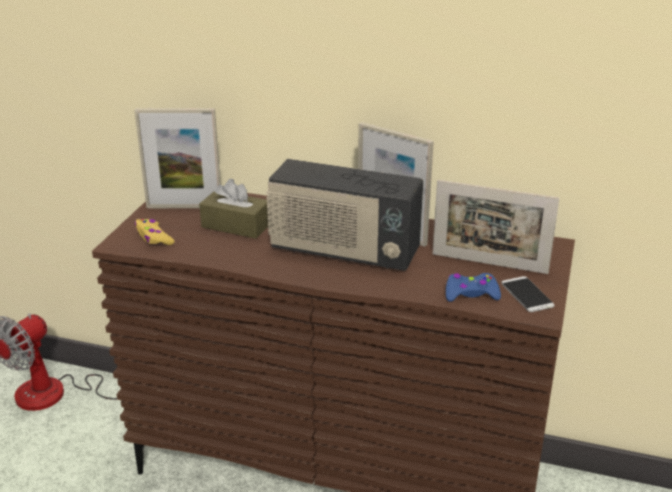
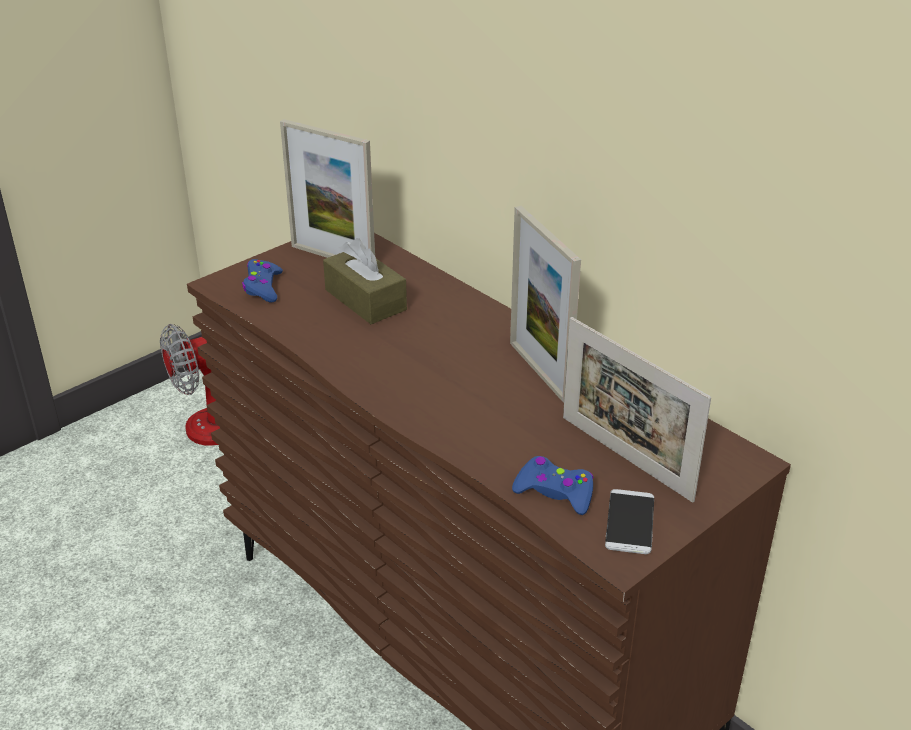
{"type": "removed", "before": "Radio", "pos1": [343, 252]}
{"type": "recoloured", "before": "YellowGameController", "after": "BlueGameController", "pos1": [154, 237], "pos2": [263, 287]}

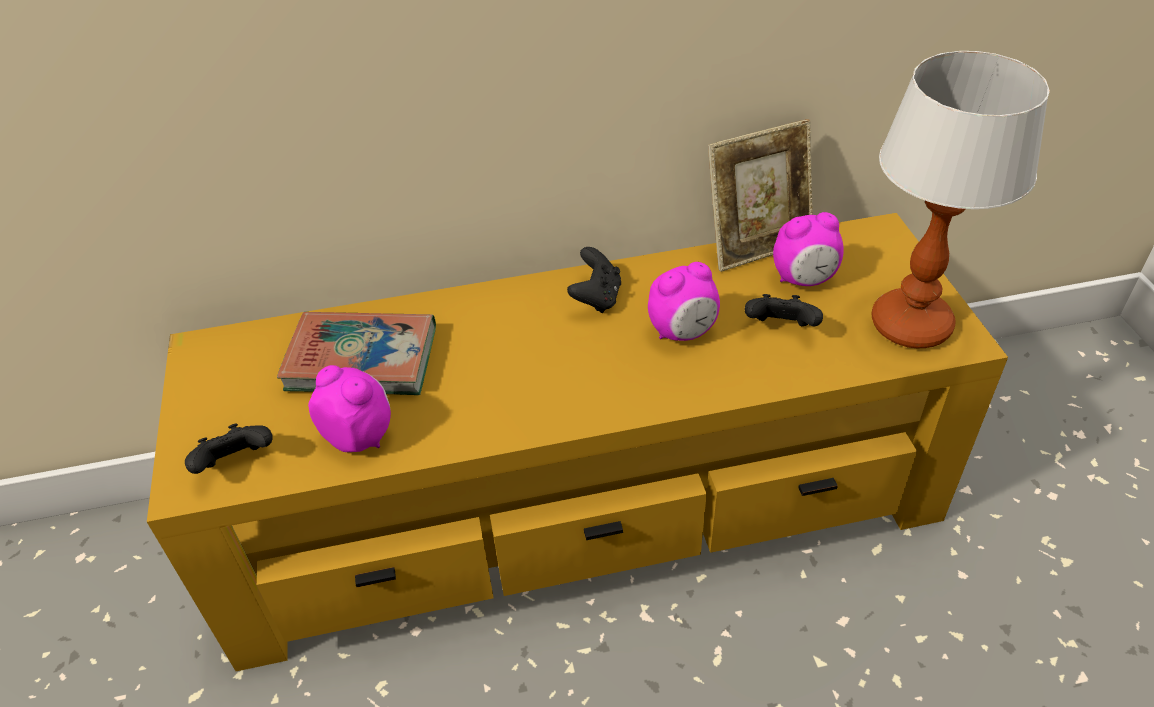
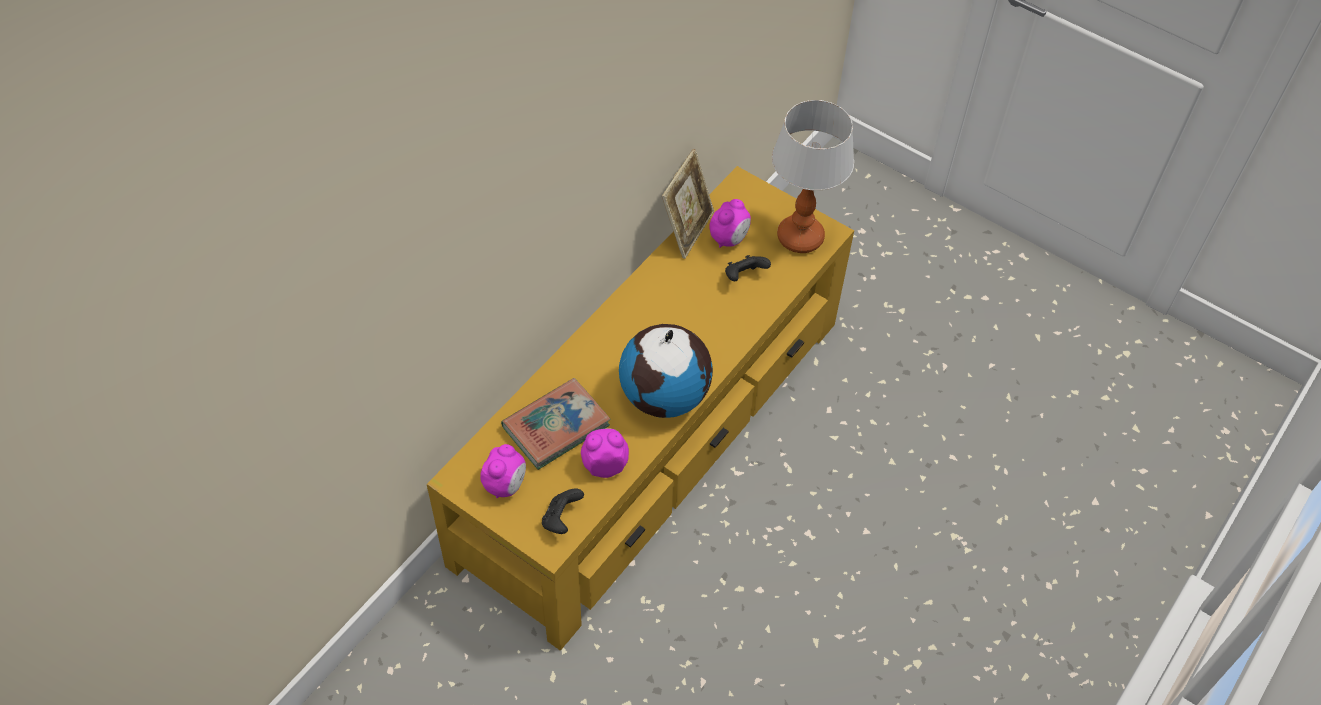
{"type": "removed", "before": "BlackGameController", "pos1": [596, 298]}
{"type": "added", "after": "Globe", "pos2": [665, 396]}
{"type": "moved", "before": "AlarmClock", "pos1": [683, 332], "pos2": [505, 485]}

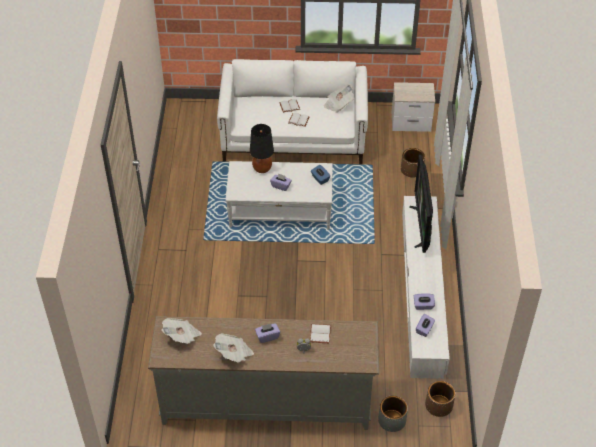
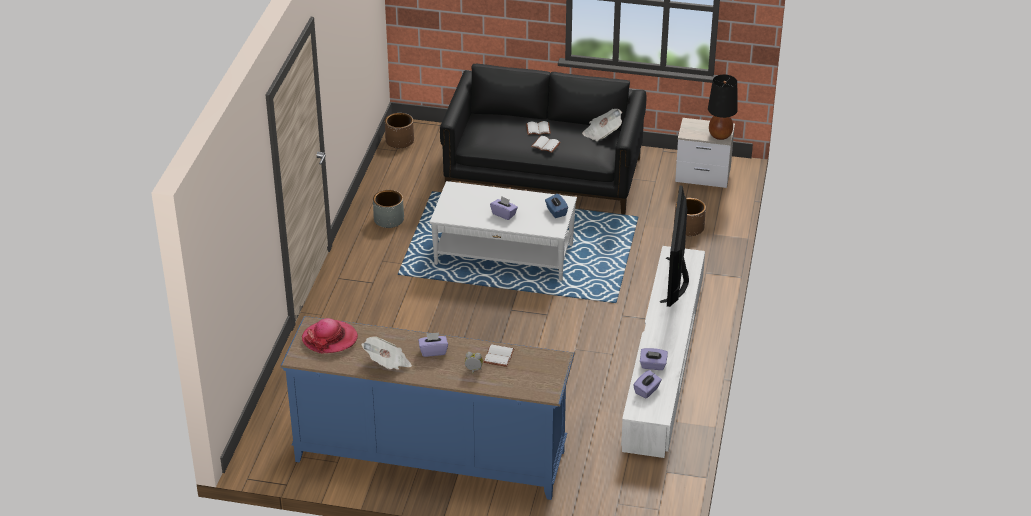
{"type": "moved", "before": "BlackTableLamp", "pos1": [262, 169], "pos2": [720, 135]}
{"type": "moved", "before": "GreyPlanter", "pos1": [392, 420], "pos2": [389, 219]}
{"type": "moved", "before": "BrownPlanter", "pos1": [438, 405], "pos2": [399, 141]}
{"type": "replaced", "before": "Newspaper", "after": "Hat", "pos1": [182, 336], "pos2": [330, 339]}
{"type": "recoloured", "before": "GreyCabinet", "after": "BlueCabinet", "pos1": [266, 402], "pos2": [430, 454]}
{"type": "recoloured", "before": "WhiteSofa", "after": "BlackSofa", "pos1": [293, 137], "pos2": [543, 176]}

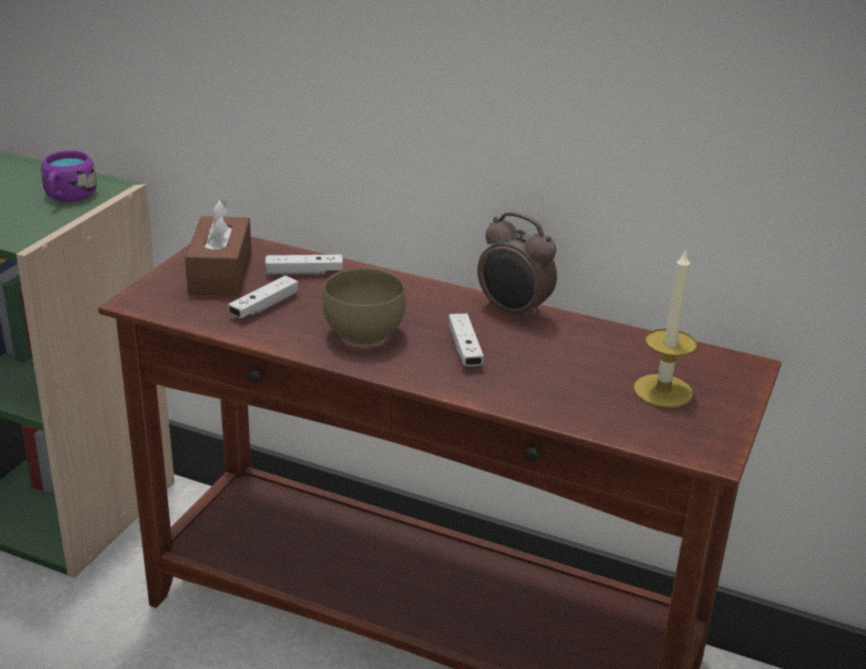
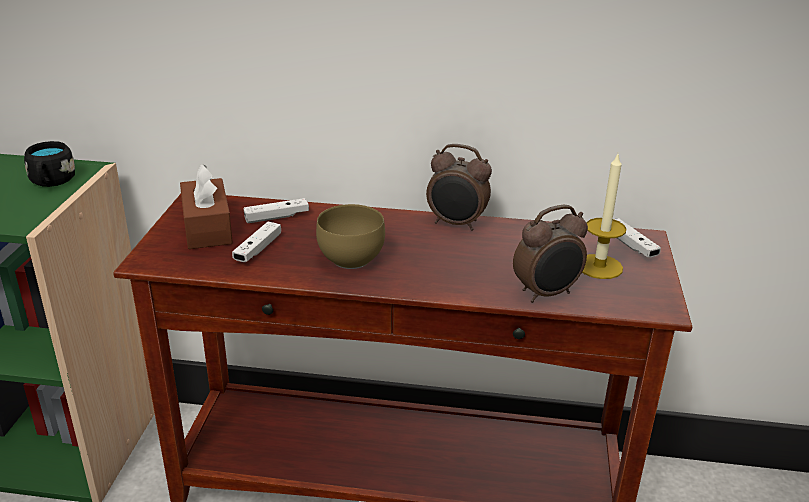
{"type": "added", "after": "AlarmClock", "pos2": [547, 294]}
{"type": "moved", "before": "WhiteGameController", "pos1": [464, 349], "pos2": [631, 245]}
{"type": "recoloured", "before": "PurpleMug", "after": "BlackMug", "pos1": [68, 197], "pos2": [51, 182]}

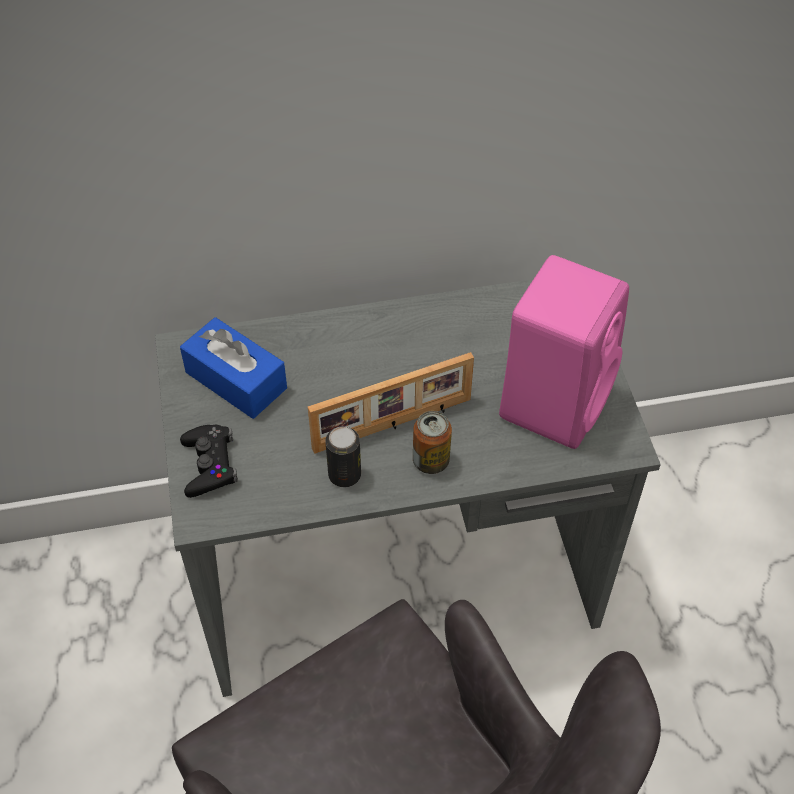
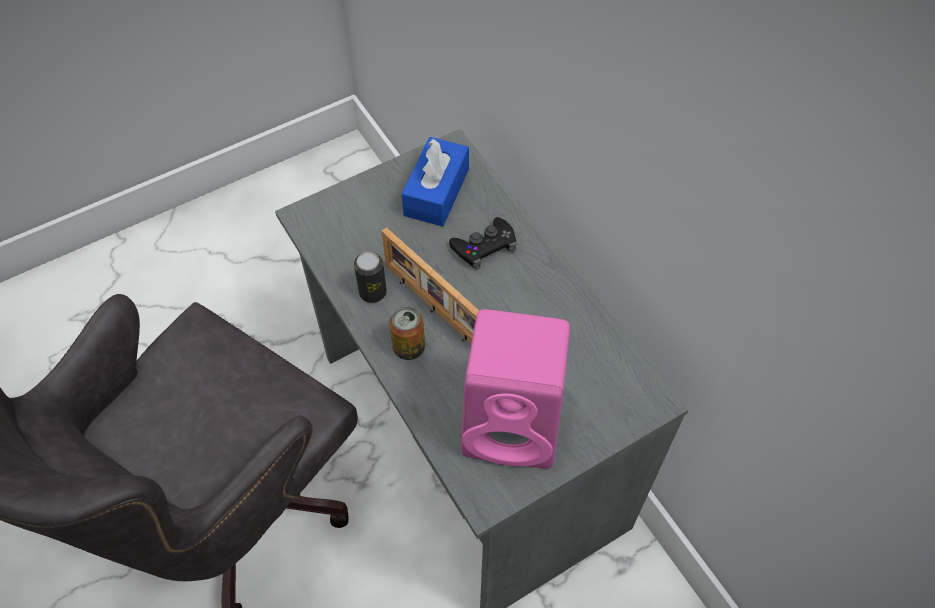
{"type": "moved", "before": "BlackGameController", "pos1": [209, 465], "pos2": [484, 247]}

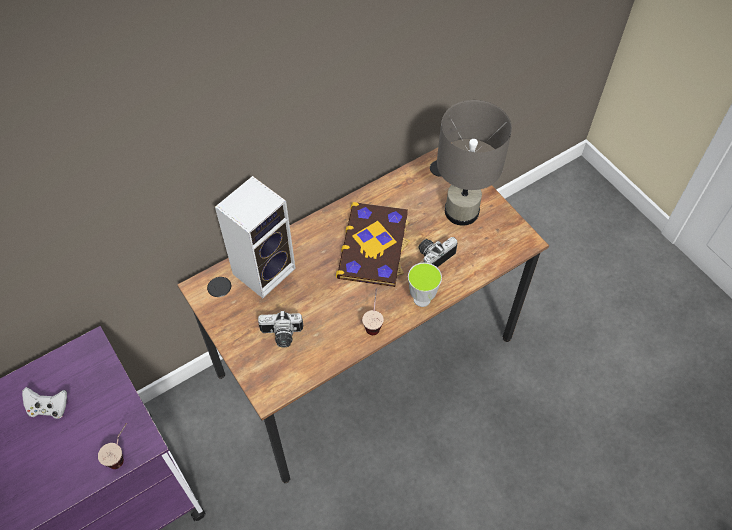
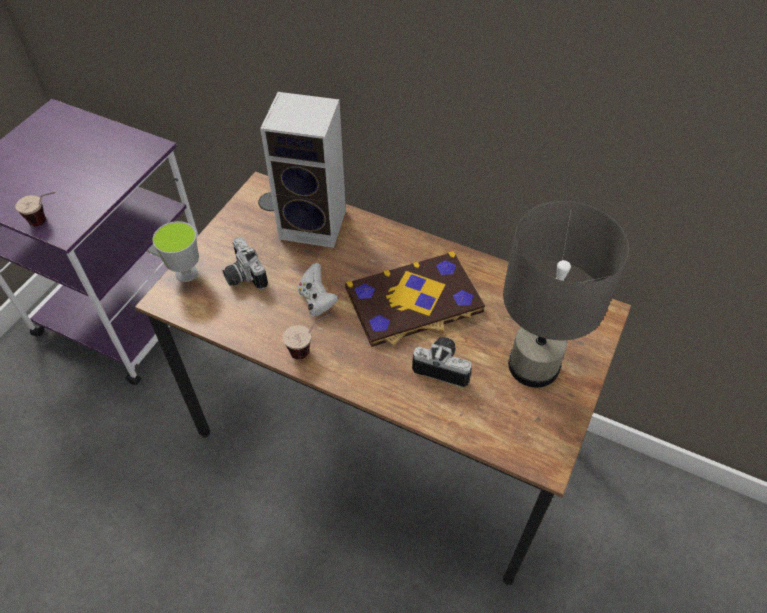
{"type": "moved", "before": "WhiteGameController", "pos1": [49, 408], "pos2": [317, 300]}
{"type": "moved", "before": "Cup", "pos1": [422, 299], "pos2": [186, 273]}

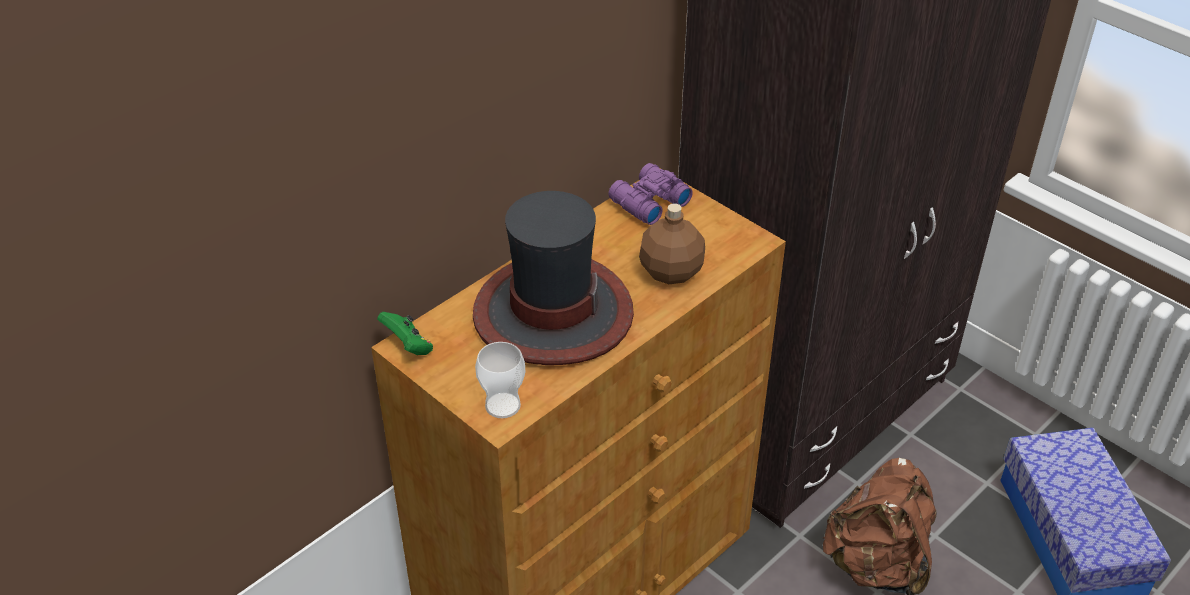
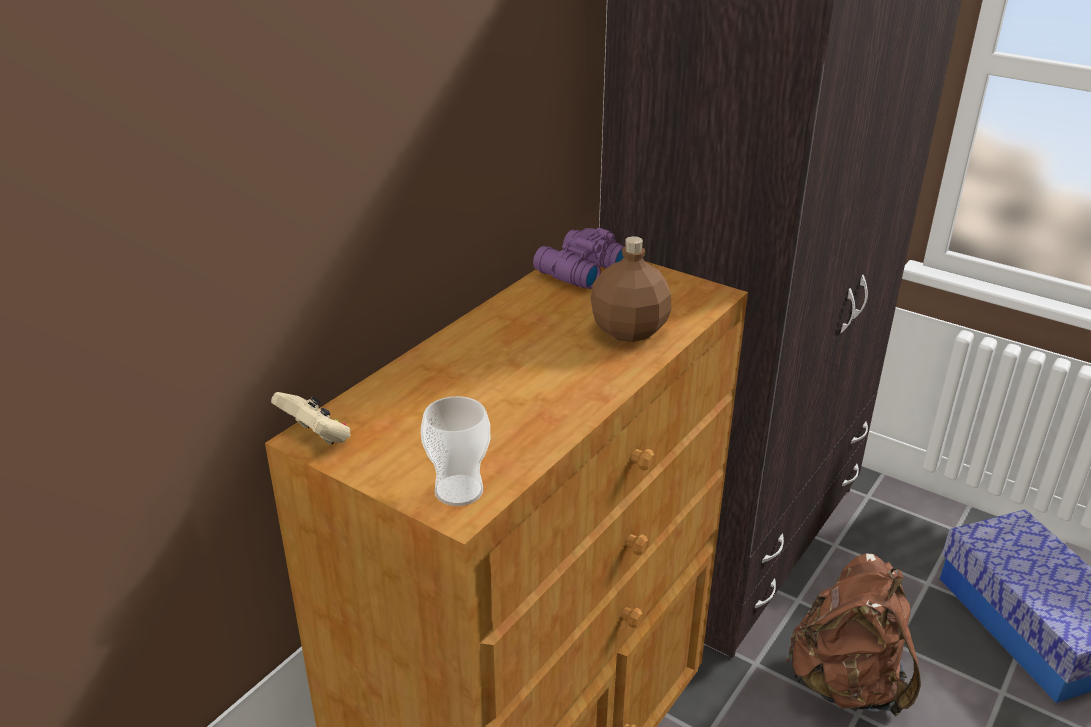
{"type": "removed", "before": "Hat", "pos1": [552, 313]}
{"type": "recoloured", "before": "GreenGameController", "after": "BeigeGameController", "pos1": [408, 346], "pos2": [316, 437]}

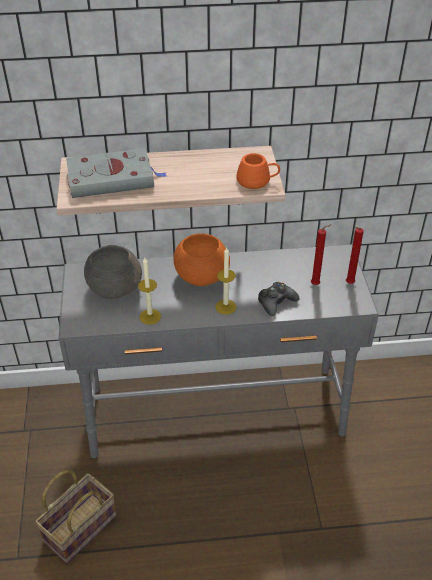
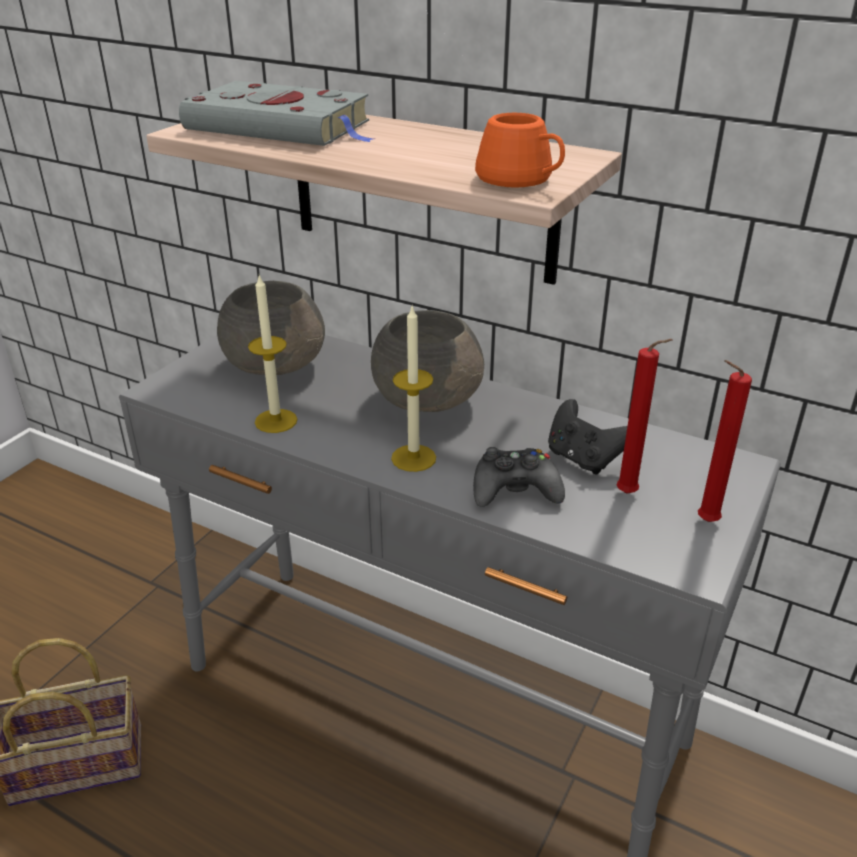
{"type": "added", "after": "BlackGameController", "pos2": [583, 459]}
{"type": "recoloured", "before": "OrangeBowl", "after": "GreyBowl", "pos1": [201, 275], "pos2": [426, 398]}

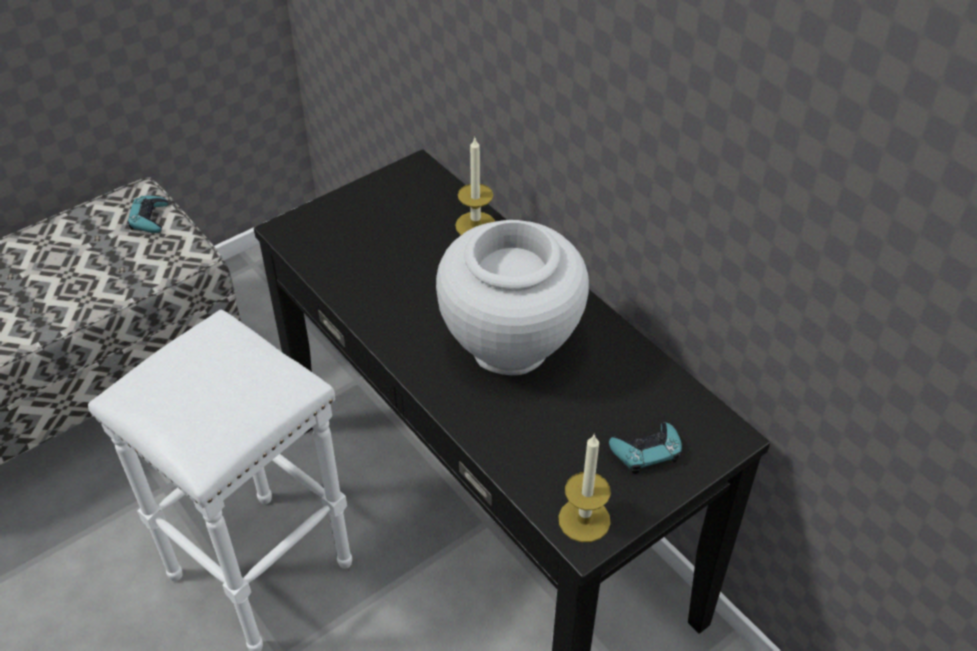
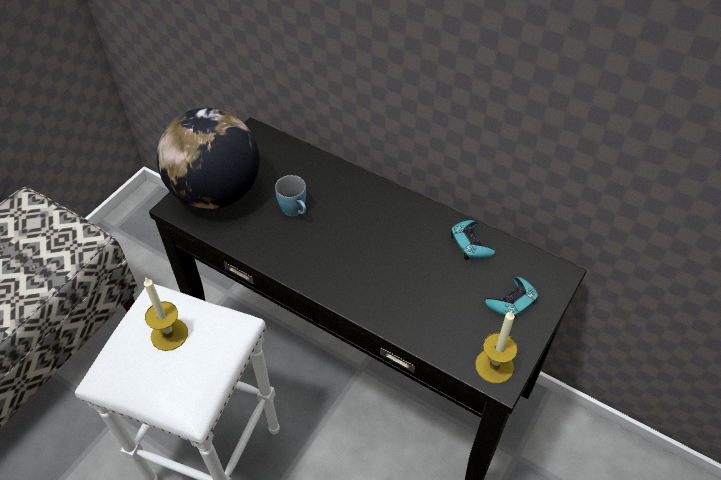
{"type": "removed", "before": "WhiteVase", "pos1": [510, 348]}
{"type": "added", "after": "Globe", "pos2": [216, 192]}
{"type": "added", "after": "BlueMug", "pos2": [296, 211]}
{"type": "moved", "before": "TurquoiseGameController", "pos1": [149, 218], "pos2": [470, 244]}
{"type": "moved", "before": "Candle", "pos1": [475, 225], "pos2": [169, 334]}

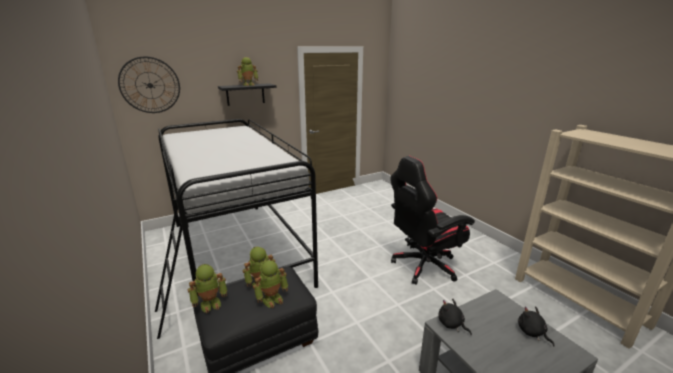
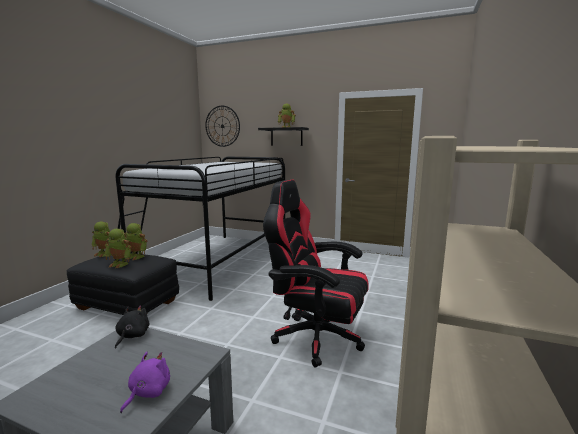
{"type": "recoloured", "before": "BlackPlushToy", "after": "PurplePlushToy", "pos1": [532, 332], "pos2": [147, 392]}

